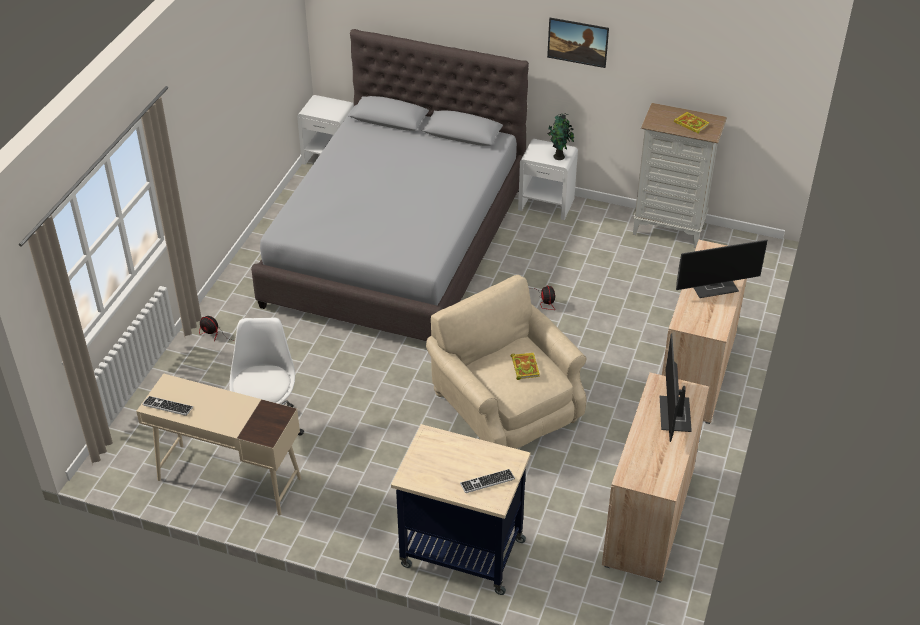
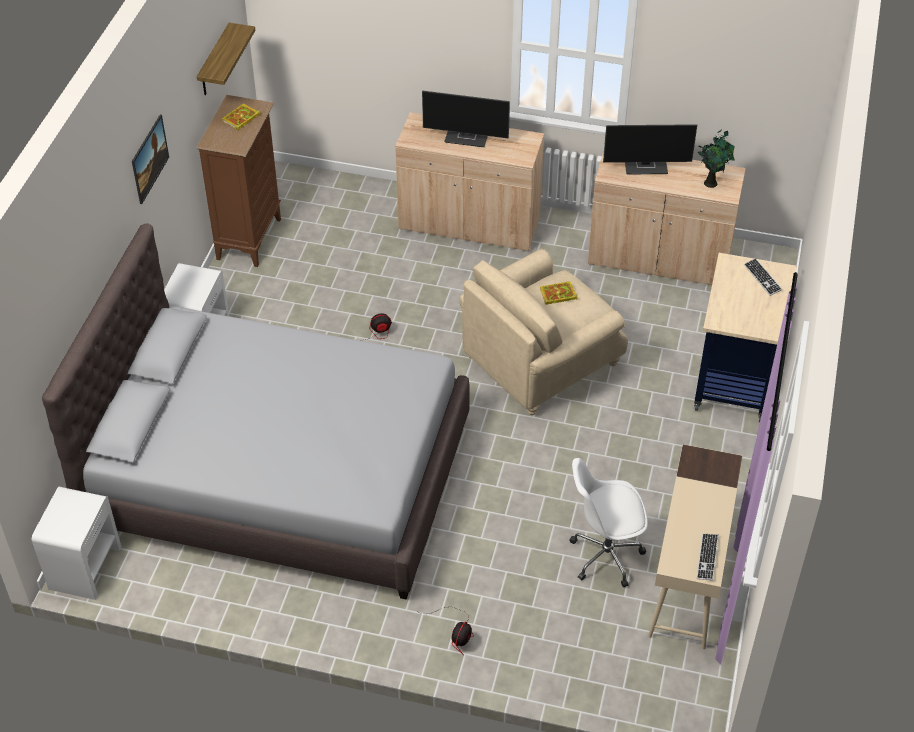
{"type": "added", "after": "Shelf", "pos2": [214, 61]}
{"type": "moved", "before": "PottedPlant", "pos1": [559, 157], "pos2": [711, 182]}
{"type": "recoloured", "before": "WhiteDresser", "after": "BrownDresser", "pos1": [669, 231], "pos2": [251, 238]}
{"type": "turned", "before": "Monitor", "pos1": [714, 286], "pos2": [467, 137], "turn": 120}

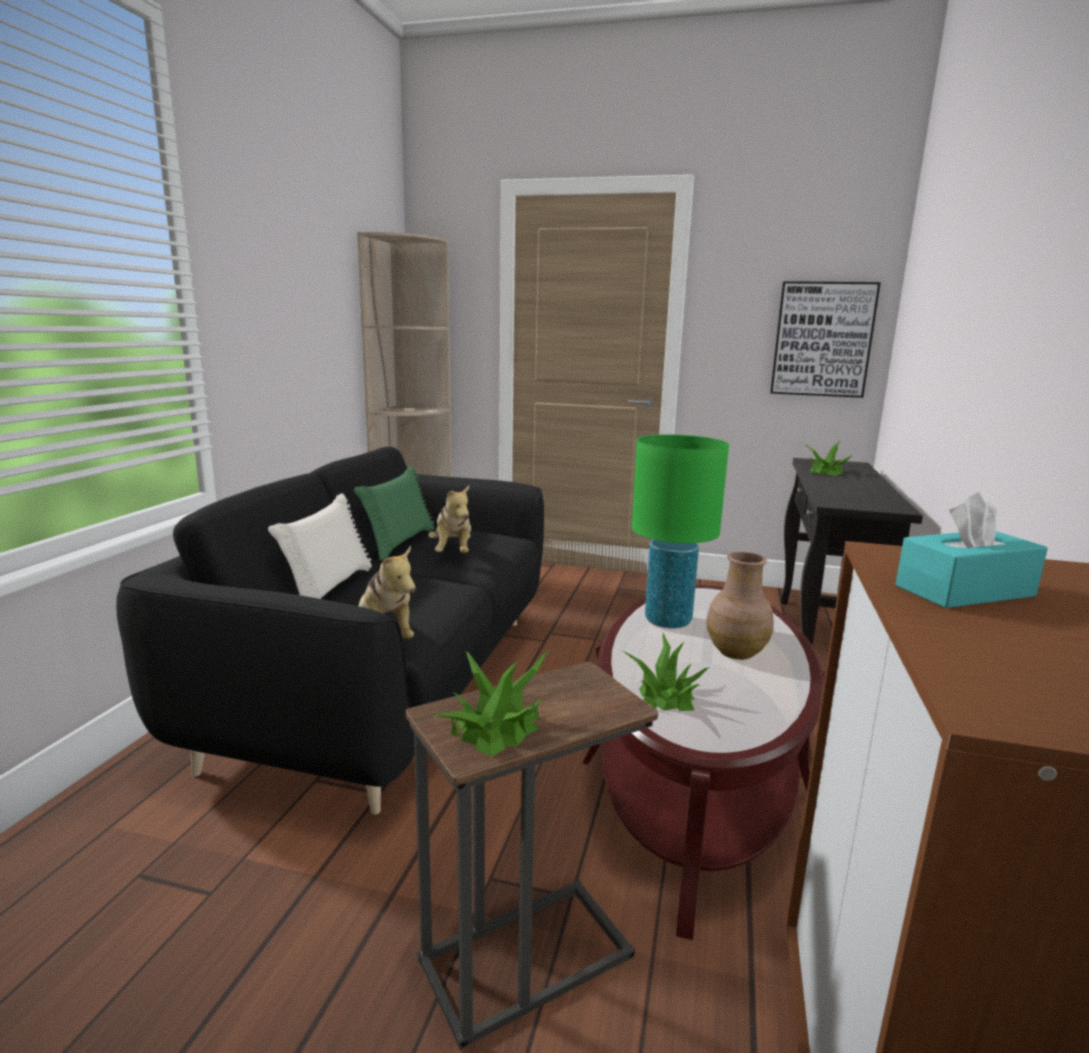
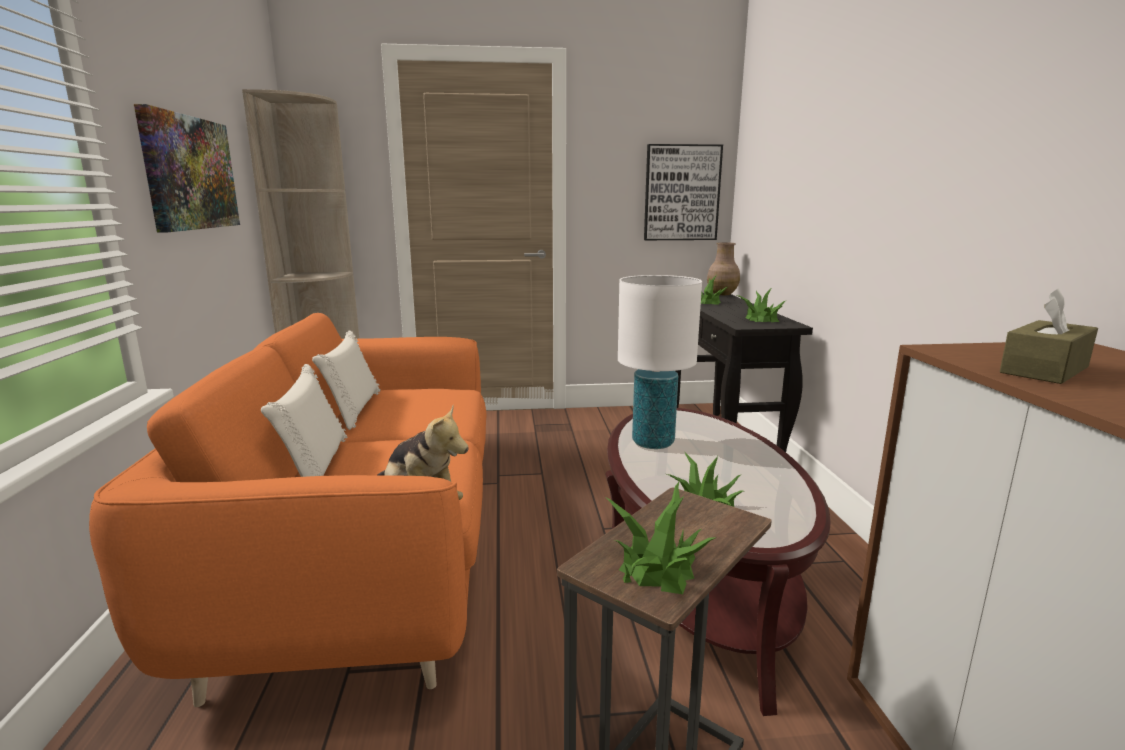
{"type": "removed", "before": "PlushToy", "pos1": [453, 552]}
{"type": "added", "after": "Picture", "pos2": [189, 173]}
{"type": "added", "after": "PottedPlant", "pos2": [761, 318]}
{"type": "moved", "before": "BrownVase", "pos1": [735, 651], "pos2": [721, 294]}
{"type": "recoloured", "before": "BlackSofa", "after": "OrangeSofa", "pos1": [387, 682], "pos2": [367, 553]}
{"type": "recoloured", "before": "GreenPillow", "after": "WhitePillow", "pos1": [399, 543], "pos2": [353, 410]}
{"type": "recoloured", "before": "GreenTableLamp", "after": "WhiteTableLamp", "pos1": [668, 621], "pos2": [653, 443]}
{"type": "recoloured", "before": "TurquoiseTissueBox", "after": "BrownTissueBox", "pos1": [964, 591], "pos2": [1044, 370]}

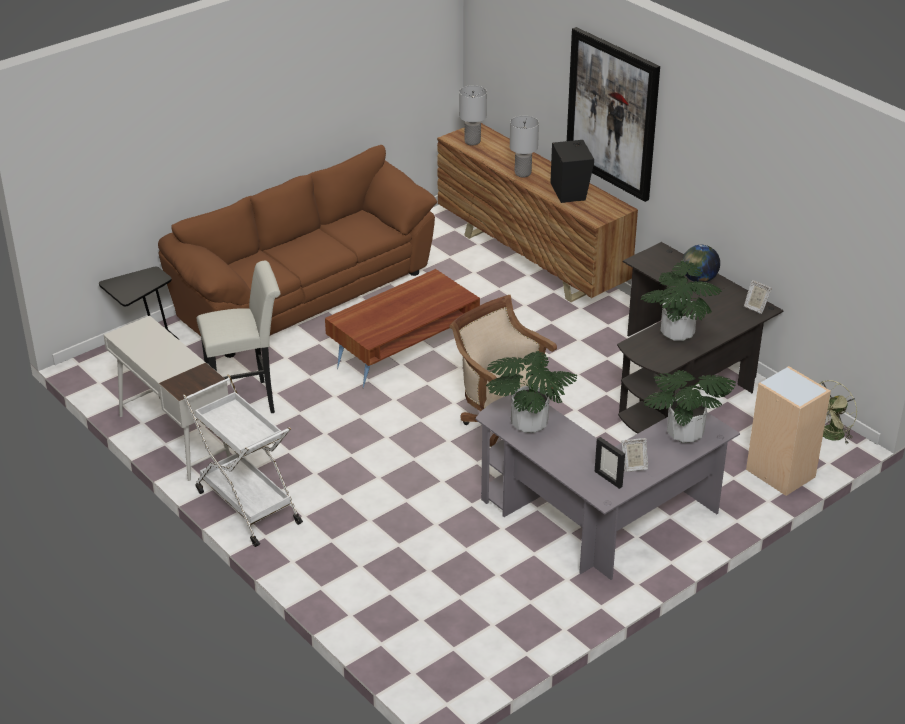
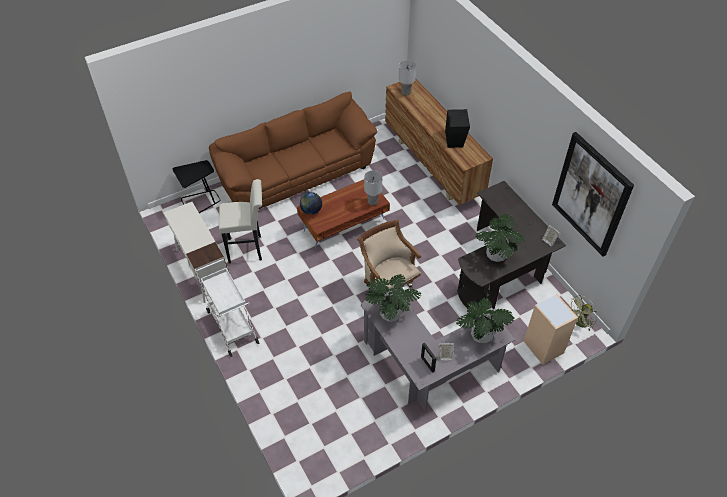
{"type": "moved", "before": "GreyTableLamp", "pos1": [522, 175], "pos2": [372, 202]}
{"type": "moved", "before": "Picture", "pos1": [612, 113], "pos2": [591, 194]}
{"type": "moved", "before": "Globe", "pos1": [698, 279], "pos2": [311, 210]}

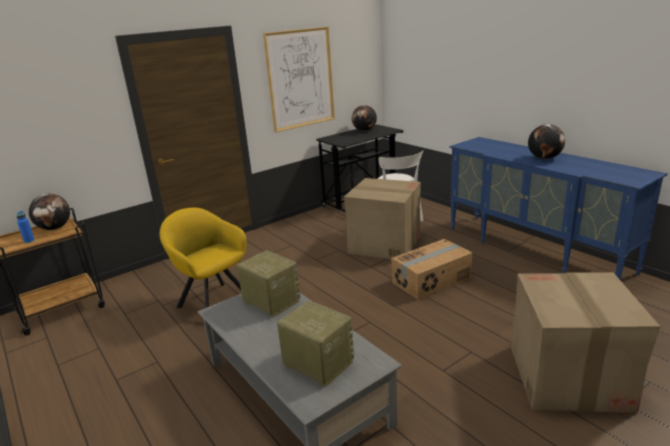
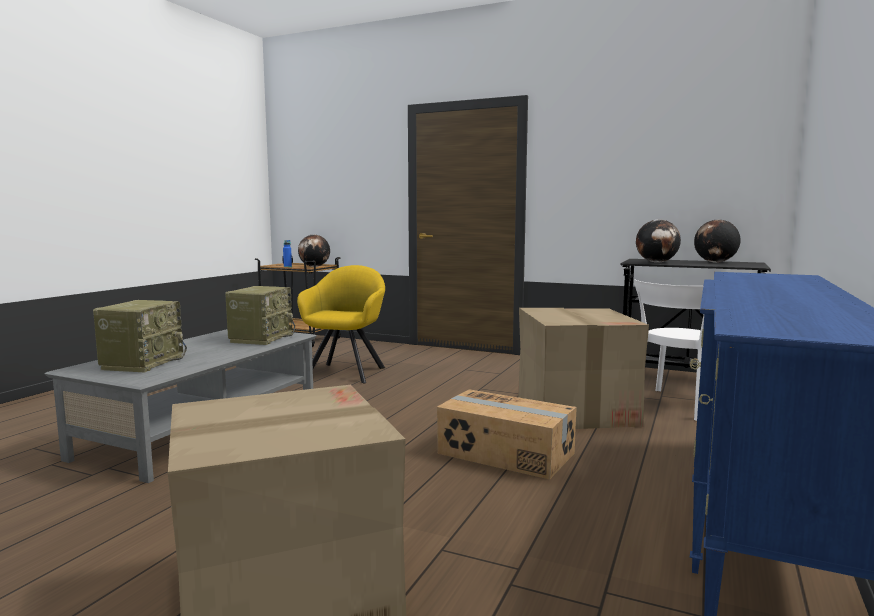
{"type": "removed", "before": "Picture", "pos1": [300, 79]}
{"type": "moved", "before": "Globe", "pos1": [544, 158], "pos2": [657, 262]}

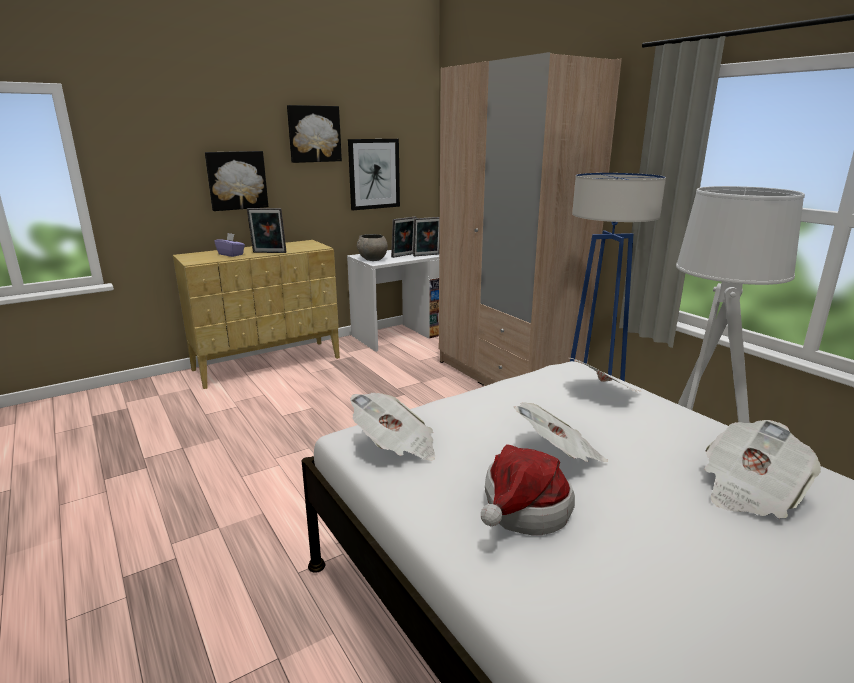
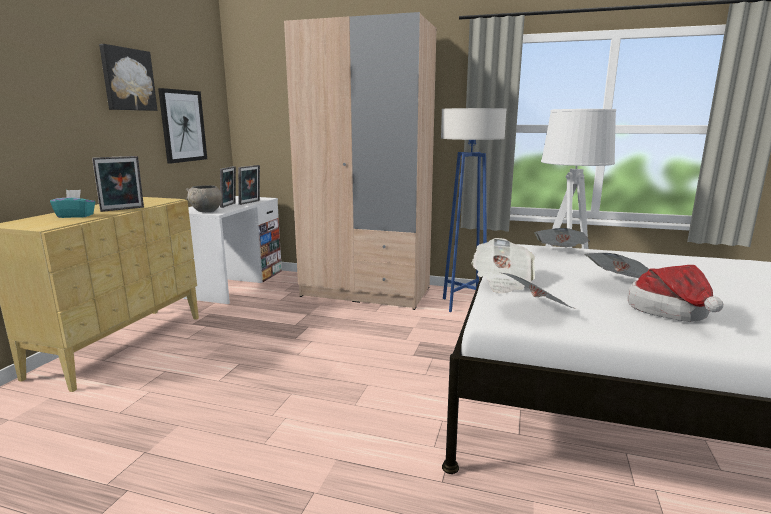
{"type": "removed", "before": "Picture", "pos1": [236, 180]}
{"type": "moved", "before": "Newspaper", "pos1": [749, 491], "pos2": [502, 282]}
{"type": "recoloured", "before": "PurpleTissueBox", "after": "TurquoiseTissueBox", "pos1": [231, 254], "pos2": [76, 216]}

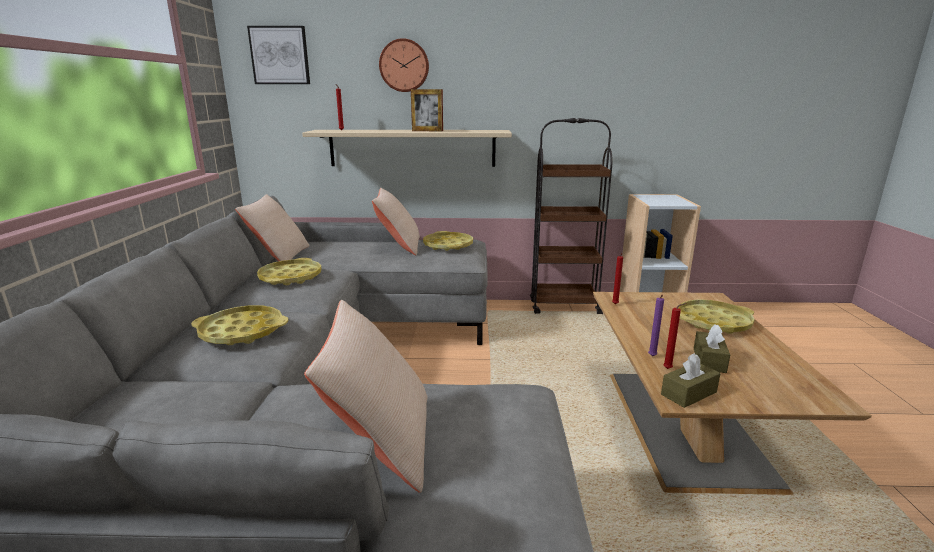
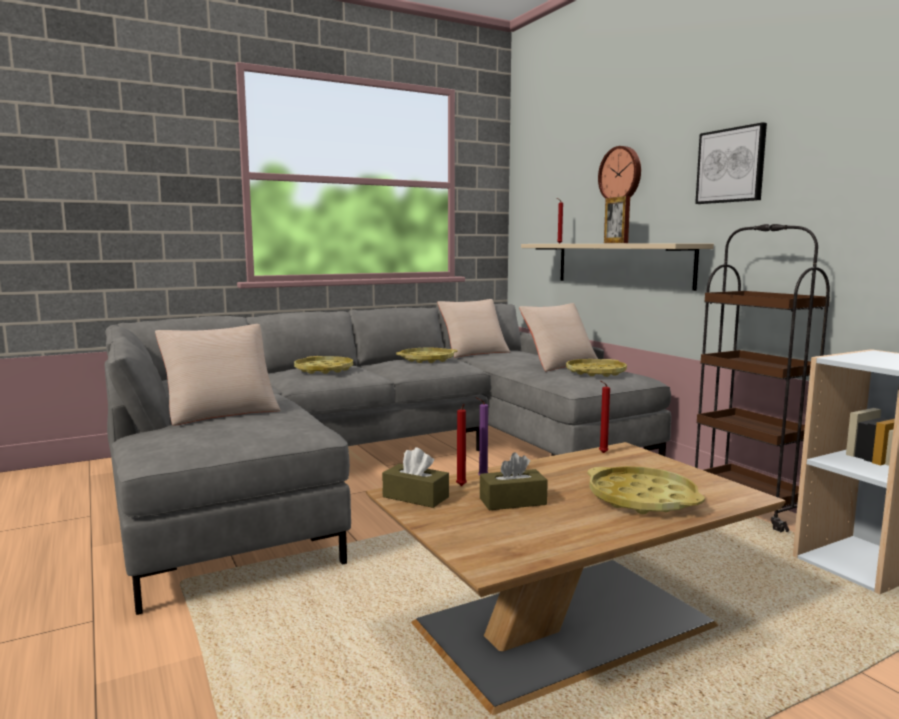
{"type": "moved", "before": "Picture", "pos1": [280, 55], "pos2": [731, 165]}

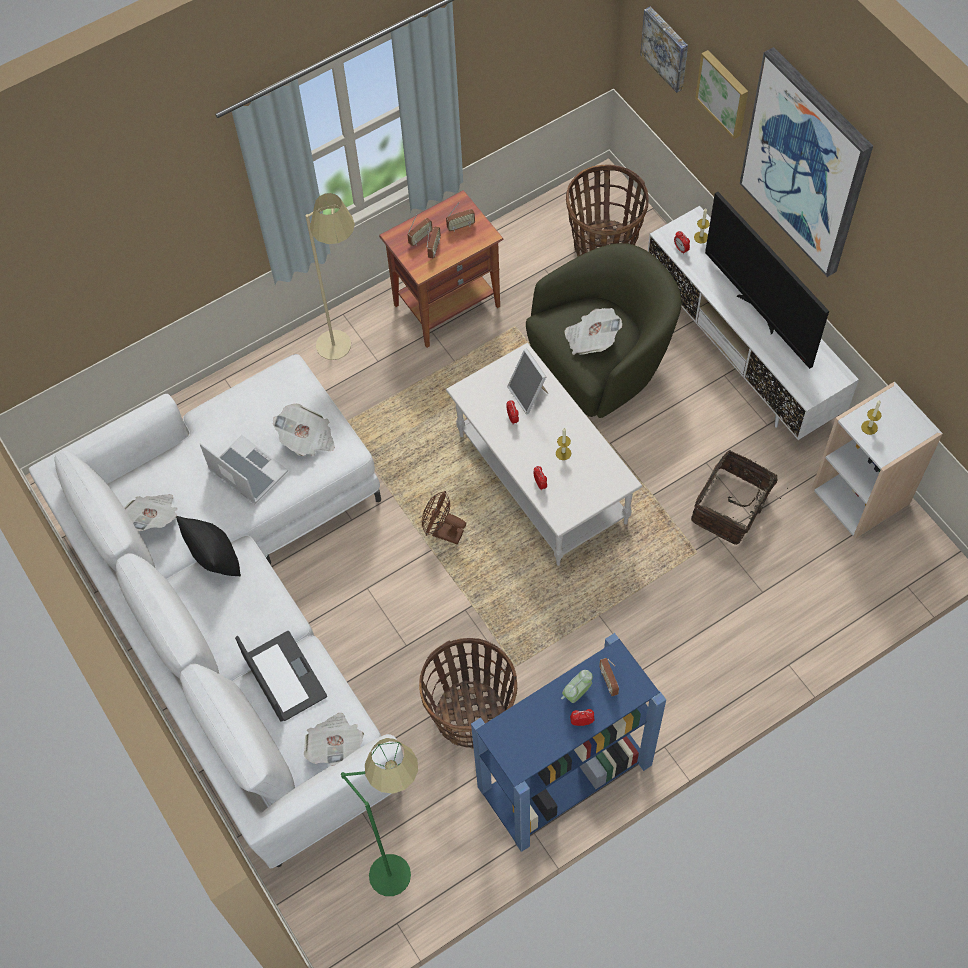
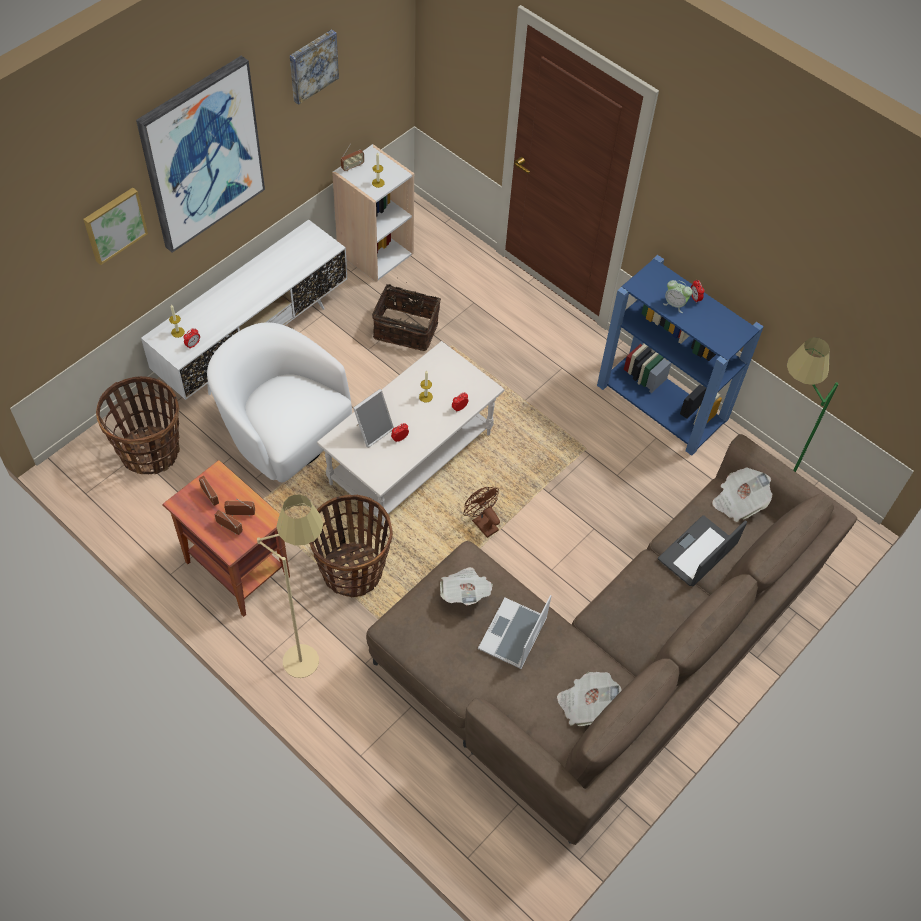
{"type": "removed", "before": "BlackPillow", "pos1": [215, 558]}
{"type": "removed", "before": "Newspaper", "pos1": [591, 339]}
{"type": "removed", "before": "Television", "pos1": [759, 312]}
{"type": "moved", "before": "Basket", "pos1": [471, 715], "pos2": [352, 570]}
{"type": "moved", "before": "Radio", "pos1": [608, 681], "pos2": [352, 167]}
{"type": "moved", "before": "Picture", "pos1": [666, 48], "pos2": [312, 65]}
{"type": "recoloured", "before": "WhiteSofa", "after": "BrownSofa", "pos1": [245, 613], "pos2": [605, 663]}
{"type": "recoloured", "before": "GreenArmchair", "after": "WhiteArmchair", "pos1": [602, 363], "pos2": [283, 434]}
{"type": "turned", "before": "BrownFan", "pos1": [443, 532], "pos2": [482, 523], "turn": 135}

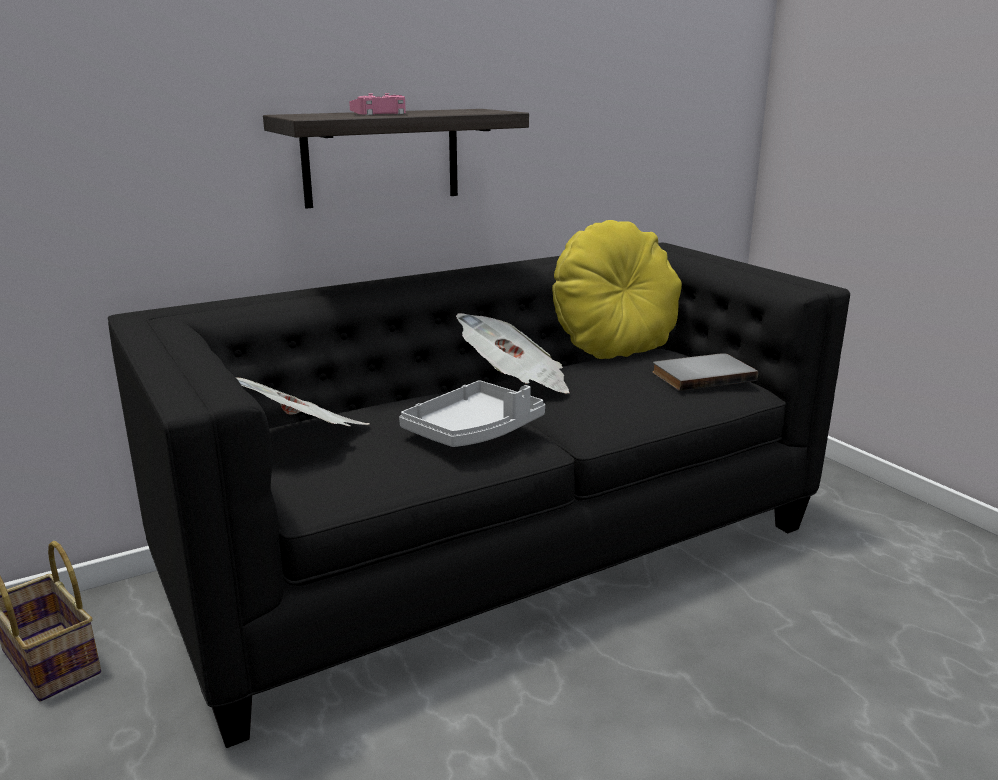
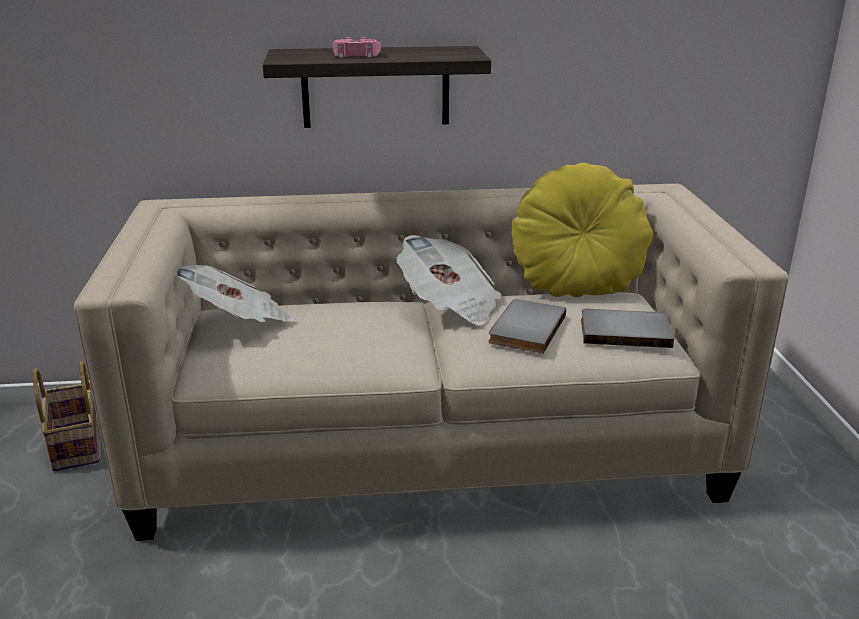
{"type": "removed", "before": "GreyTray", "pos1": [474, 431]}
{"type": "added", "after": "GreyBook", "pos2": [524, 329]}
{"type": "recoloured", "before": "BlackSofa", "after": "BeigeSofa", "pos1": [498, 554], "pos2": [429, 450]}

